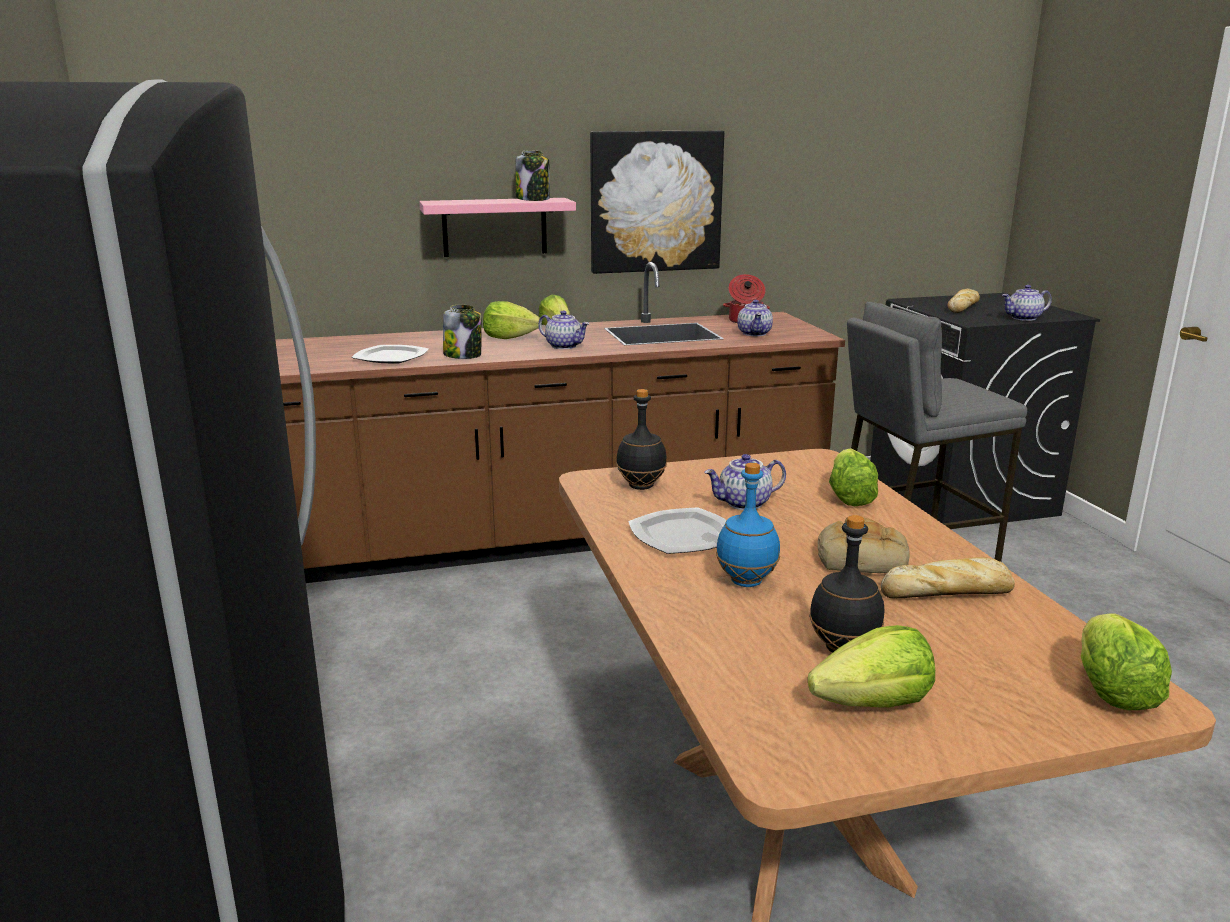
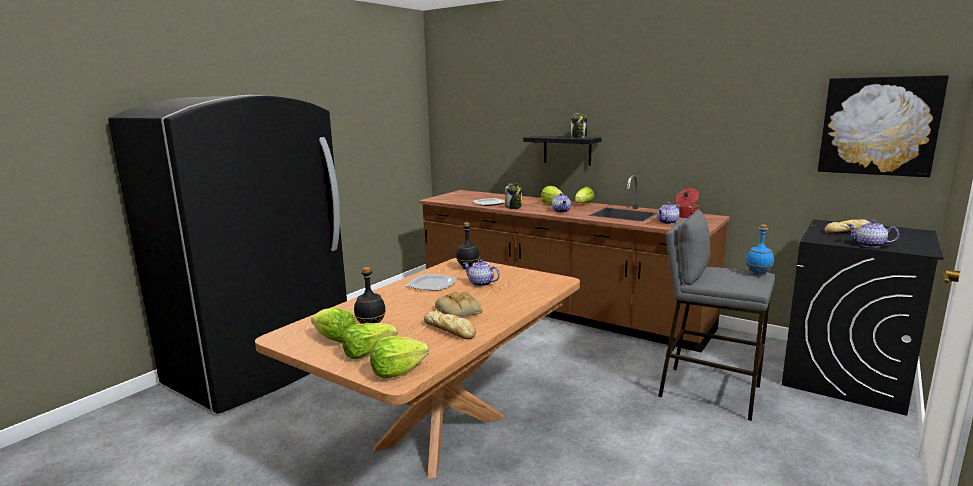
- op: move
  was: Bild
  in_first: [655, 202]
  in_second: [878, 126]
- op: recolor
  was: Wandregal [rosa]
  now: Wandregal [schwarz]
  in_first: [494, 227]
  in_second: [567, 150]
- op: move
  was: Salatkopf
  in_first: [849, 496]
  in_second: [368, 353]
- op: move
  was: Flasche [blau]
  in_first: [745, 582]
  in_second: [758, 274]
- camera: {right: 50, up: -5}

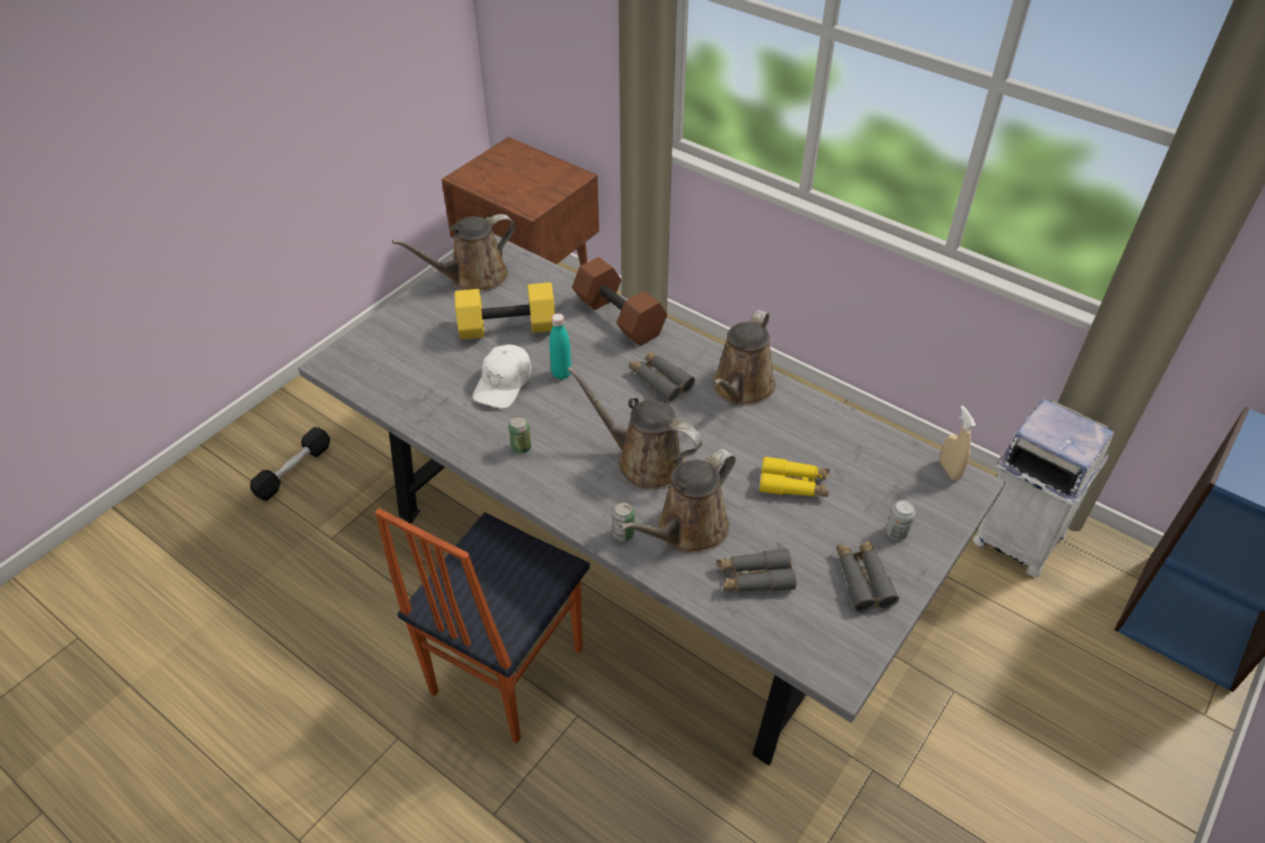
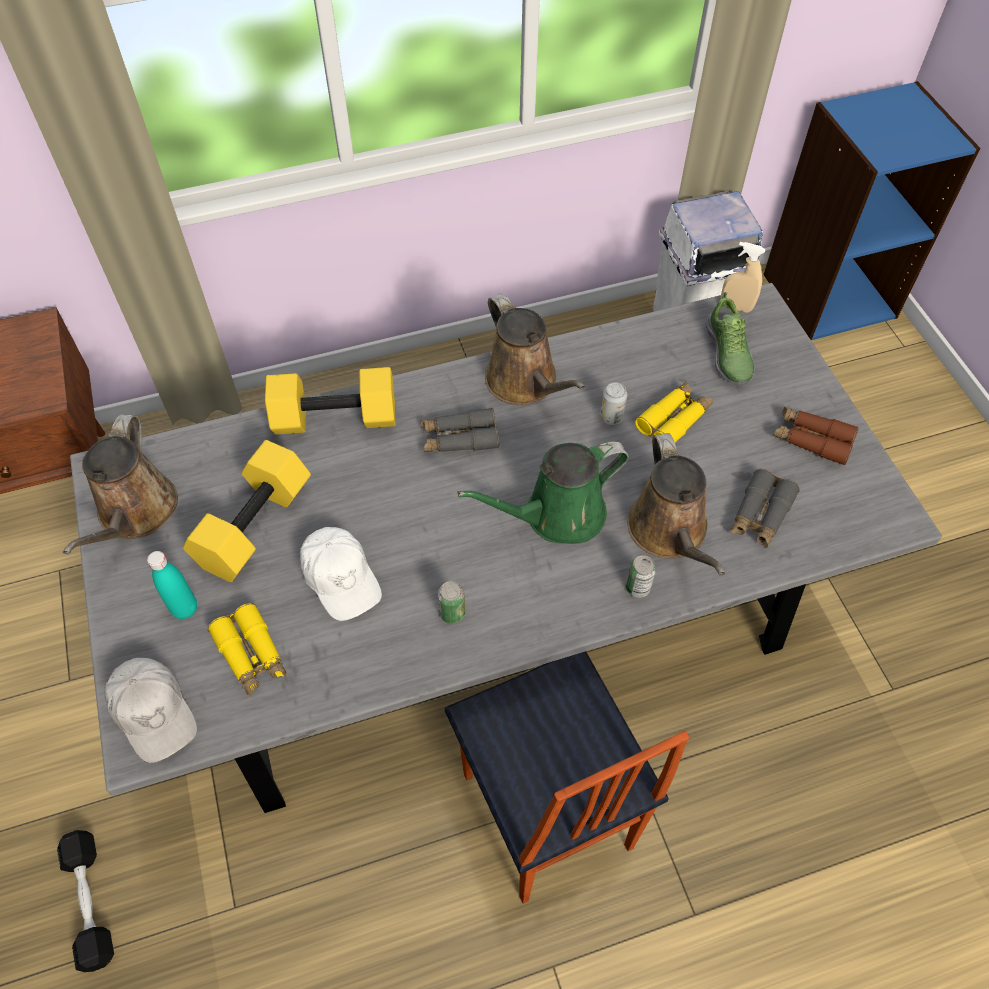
- op: recolor
  was: Hantel [braun]
  now: Hantel [gelb]
  in_first: [621, 317]
  in_second: [337, 416]
- op: move
  was: Flasche [türkis]
  in_first: [561, 374]
  in_second: [184, 608]
- op: recolor
  was: Gießkanne [braun]
  now: Gießkanne [grün]
  in_first: [644, 461]
  in_second: [557, 515]
- op: move
  was: Dose
  in_first: [896, 532]
  in_second: [611, 417]
- op: recolor
  was: Fernglas [grau]
  now: Fernglas [braun]
  in_first: [863, 579]
  in_second: [811, 440]
- op: insert
  now: Schuh
  in_second: [728, 354]
- op: insert
  now: Fernglas [gelb]
  in_second: [251, 655]
- op: insert
  now: Kappe [weiß]
  in_second: [154, 712]
- camera: {right: -55, up: 10}

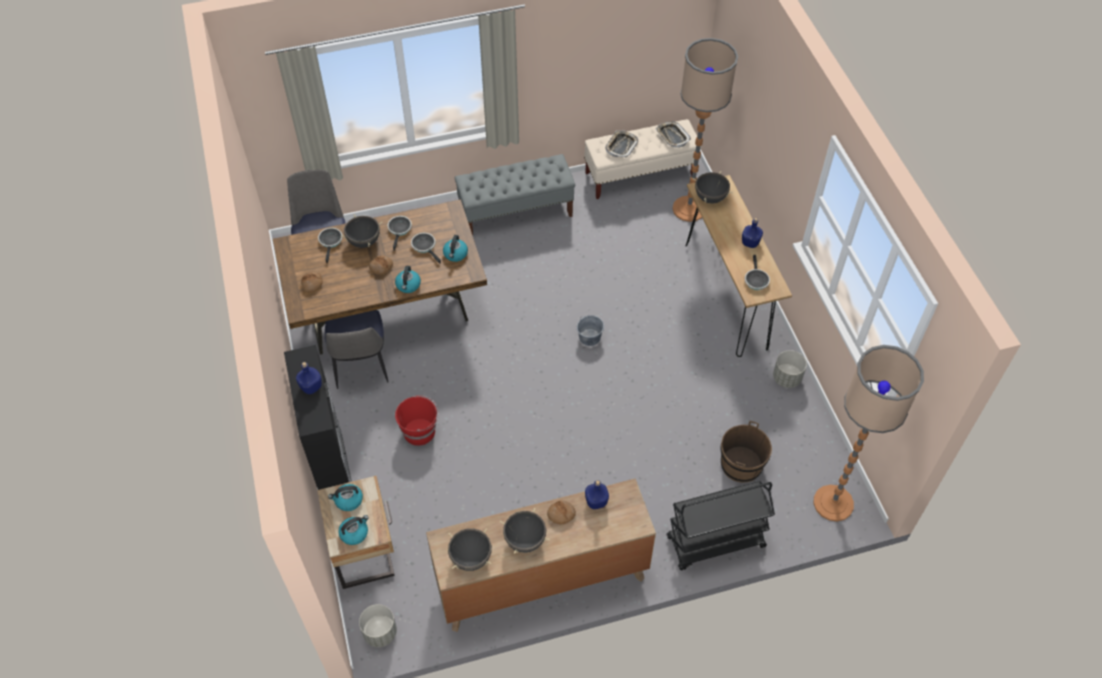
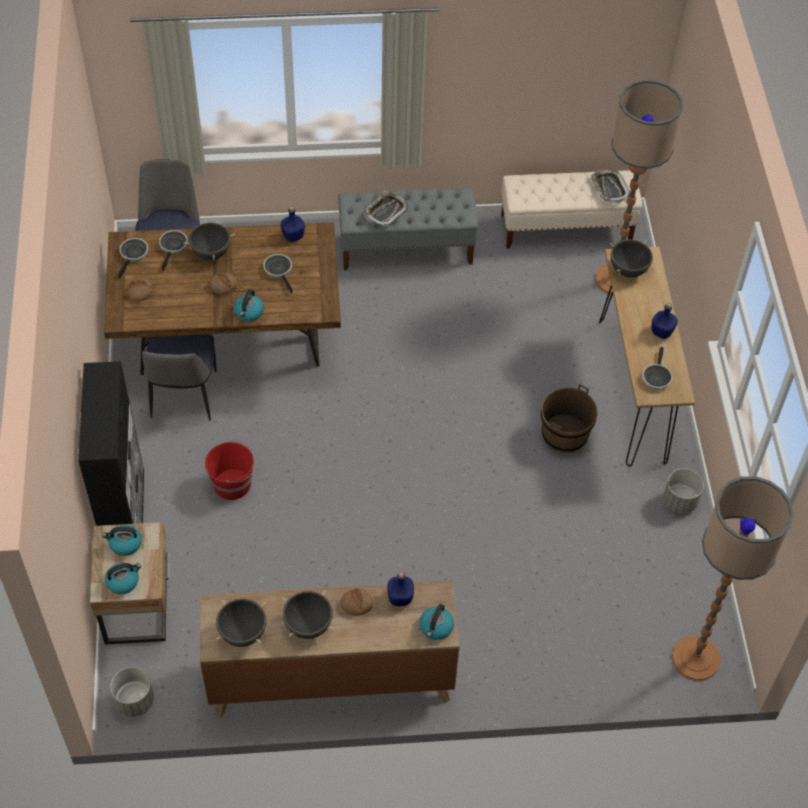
- op: move
  was: Tablett
  in_first: [621, 146]
  in_second: [385, 211]
- op: move
  was: Pfanne
  in_first: [400, 230]
  in_second: [133, 255]
- op: move
  was: Wasserkessel
  in_first: [455, 254]
  in_second: [436, 627]
- op: delete
  was: Eimer [grau]
  in_first: [590, 337]
- op: move
  was: Flasche [blau]
  in_first: [311, 387]
  in_second: [292, 236]
- op: move
  was: Eimer [braun]
  in_first: [741, 465]
  in_second: [565, 434]
- op: delete
  was: Rollwagen [schwarz]
  in_first: [715, 543]
- camera: {right: 10, up: 0}

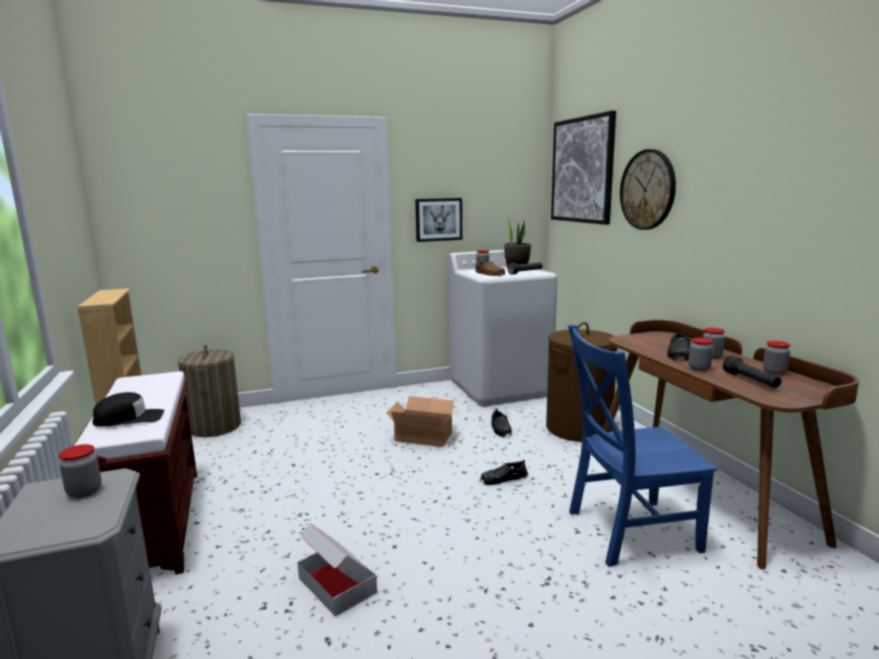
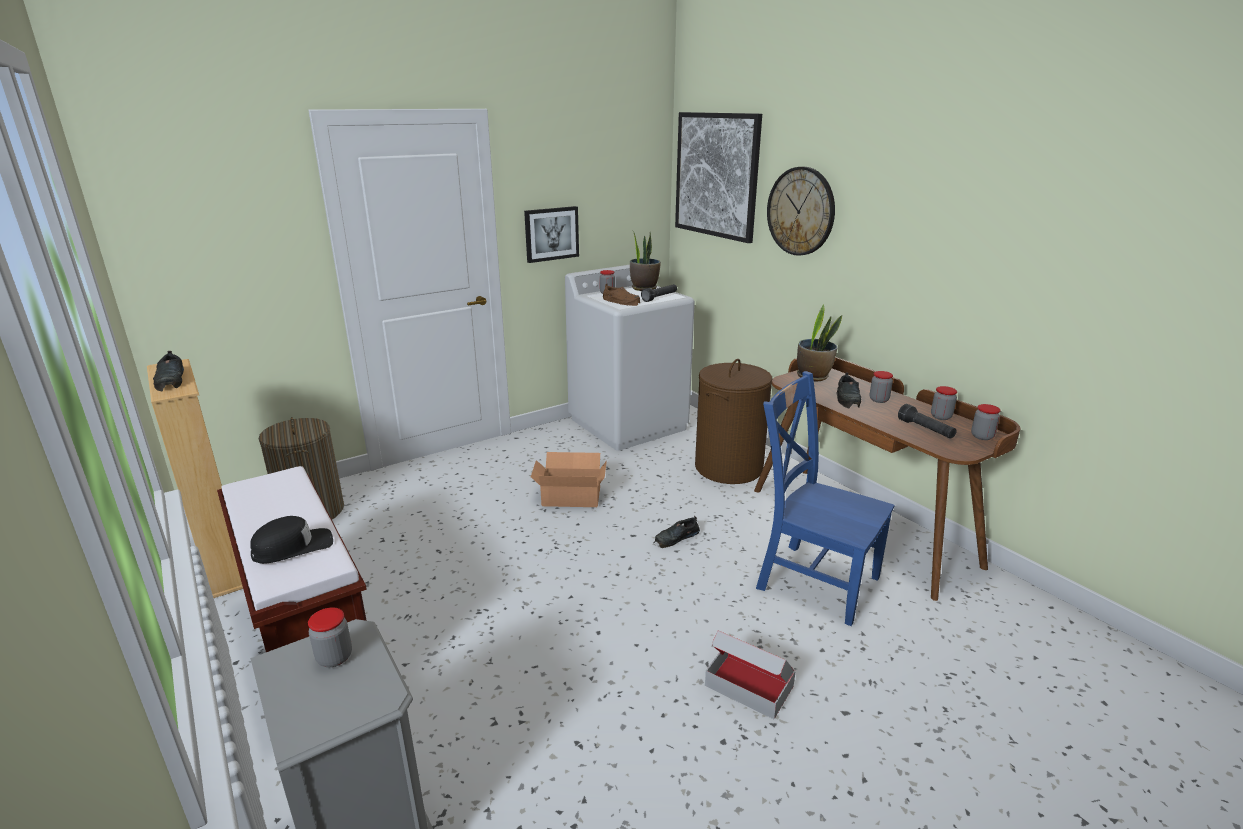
- op: rotate
  was: Stuhl [blau]
  in_first: [627, 531]
  in_second: [813, 580]
  clockwise: 60
- op: move
  was: Vorratsglas
  in_first: [699, 368]
  in_second: [982, 436]
- op: move
  was: Schuh [schwarz]
  in_first: [501, 429]
  in_second: [171, 380]
- op: move
  was: Karton
  in_first: [337, 585]
  in_second: [749, 686]
- op: insert
  now: Topfpflanze
  in_second: [813, 376]
- camera: {right: -15, up: 10}

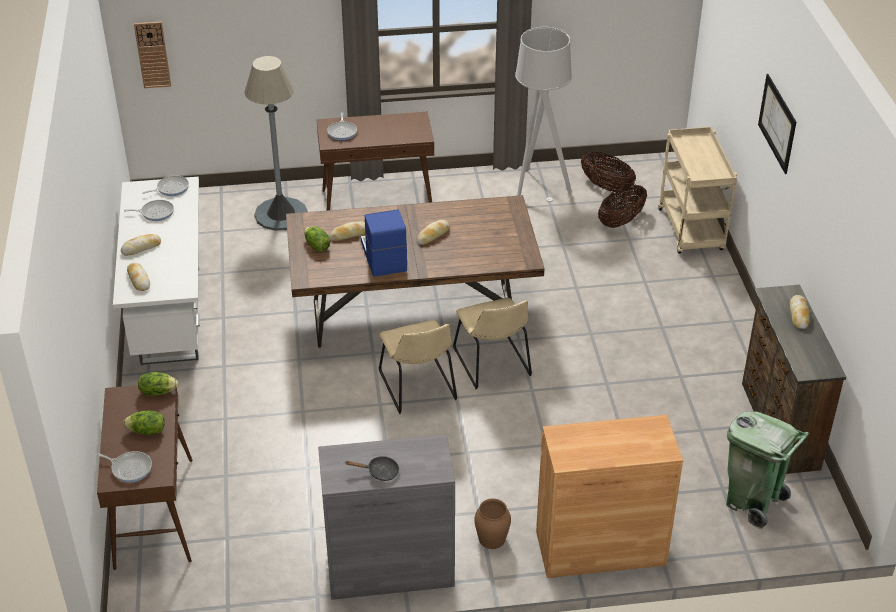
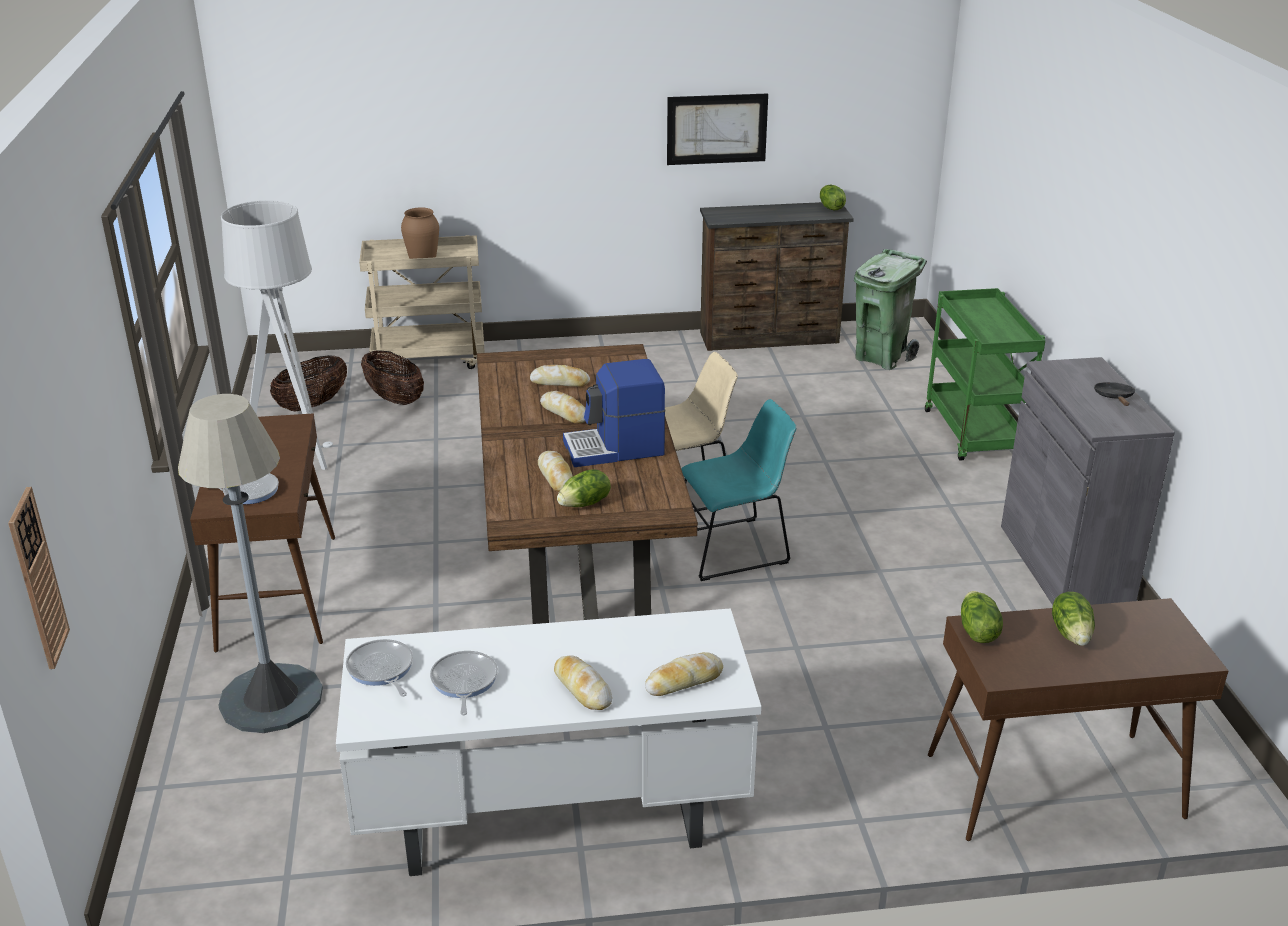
- op: move
  was: Bild
  in_first: [777, 123]
  in_second: [717, 129]
- op: move
  was: Brot
  in_first: [799, 315]
  in_second: [560, 382]
- op: recolor
  was: Stuhl [beige]
  now: Stuhl [türkis]
  in_first: [418, 388]
  in_second: [734, 548]
- op: replace
  was: Schrank [braun]
  now: Rollwagen [grün]
  in_first: [600, 548]
  in_second: [975, 435]
- op: delete
  was: Pfanne
  in_first: [130, 468]
- op: move
  was: Vase [braun]
  in_first: [491, 539]
  in_second: [422, 256]
- op: insert
  now: Salatkopf
  in_second: [830, 208]
- camera: {right: -90, up: -10}

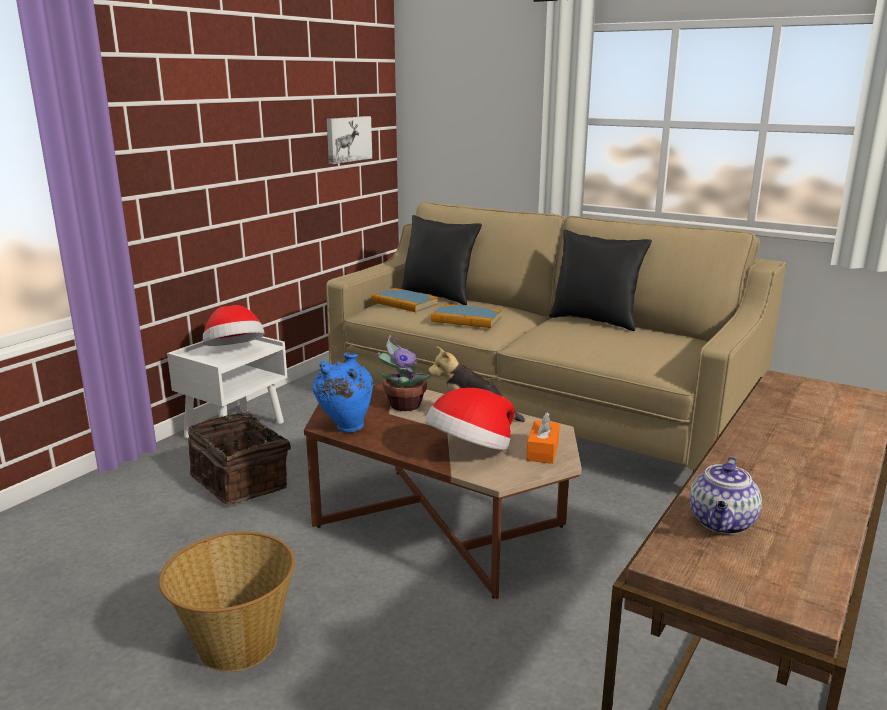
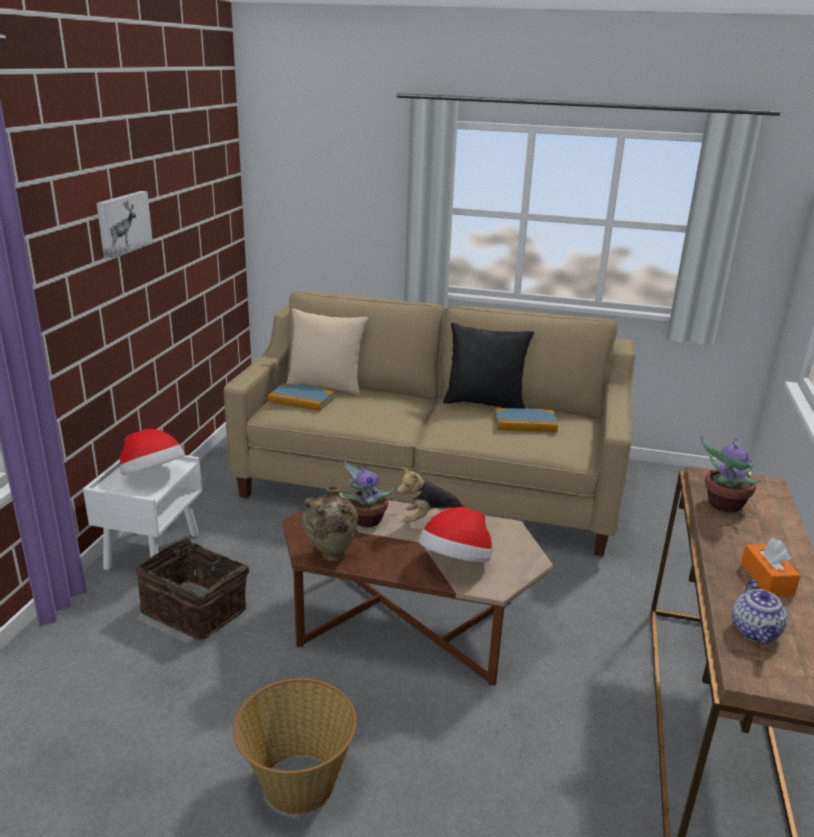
- op: move
  was: Bild
  in_first: [347, 139]
  in_second: [122, 223]
- op: recolor
  was: Kissen [schwarz]
  now: Kissen [beige]
  in_first: [438, 296]
  in_second: [326, 387]
- op: move
  was: Buch
  in_first: [466, 319]
  in_second: [525, 423]
- op: recolor
  was: Vase [blau]
  now: Vase [beige]
  in_first: [345, 428]
  in_second: [330, 555]
- op: move
  was: Taschentuchbox [orange]
  in_first: [542, 451]
  in_second: [766, 579]
- op: insert
  now: Topfpflanze
  in_second: [723, 505]
- camera: {right: -20, up: 5}

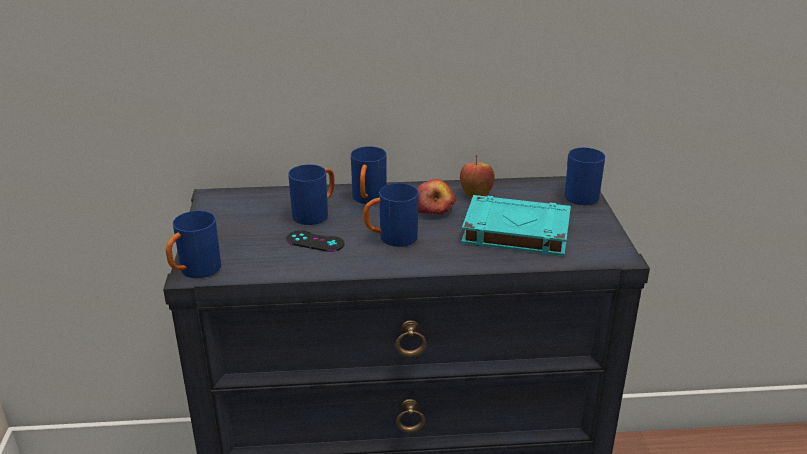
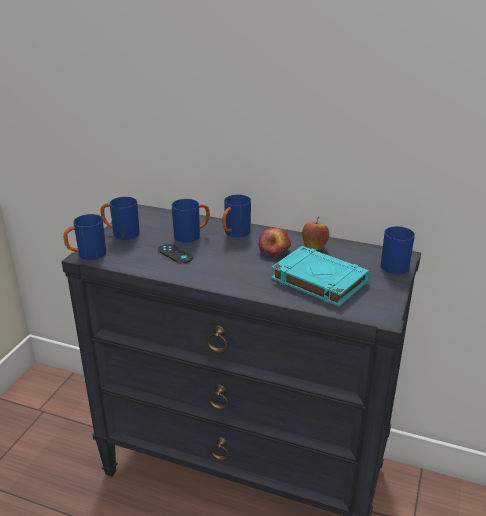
- op: move
  was: Henkelbecher [blau]
  in_first: [391, 239]
  in_second: [121, 234]
- camera: {right: 25, up: 0}

